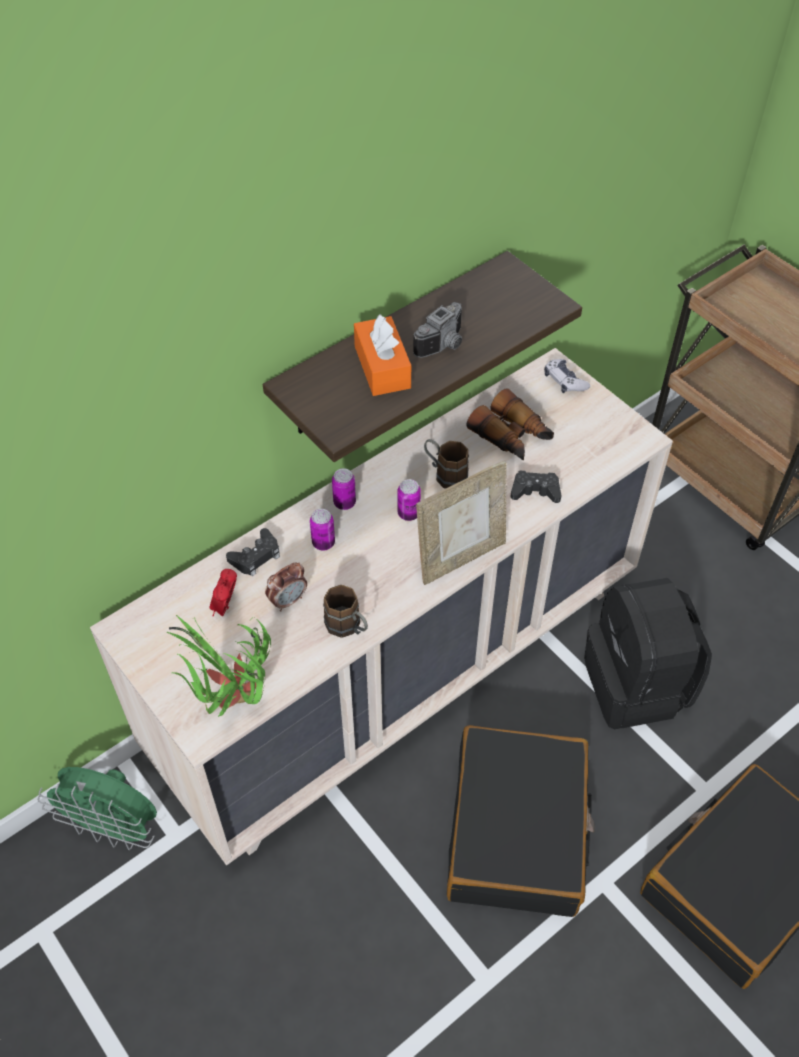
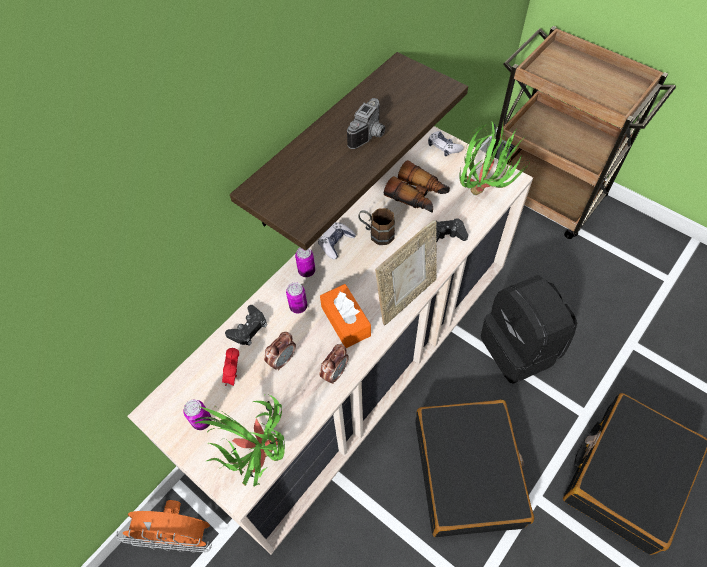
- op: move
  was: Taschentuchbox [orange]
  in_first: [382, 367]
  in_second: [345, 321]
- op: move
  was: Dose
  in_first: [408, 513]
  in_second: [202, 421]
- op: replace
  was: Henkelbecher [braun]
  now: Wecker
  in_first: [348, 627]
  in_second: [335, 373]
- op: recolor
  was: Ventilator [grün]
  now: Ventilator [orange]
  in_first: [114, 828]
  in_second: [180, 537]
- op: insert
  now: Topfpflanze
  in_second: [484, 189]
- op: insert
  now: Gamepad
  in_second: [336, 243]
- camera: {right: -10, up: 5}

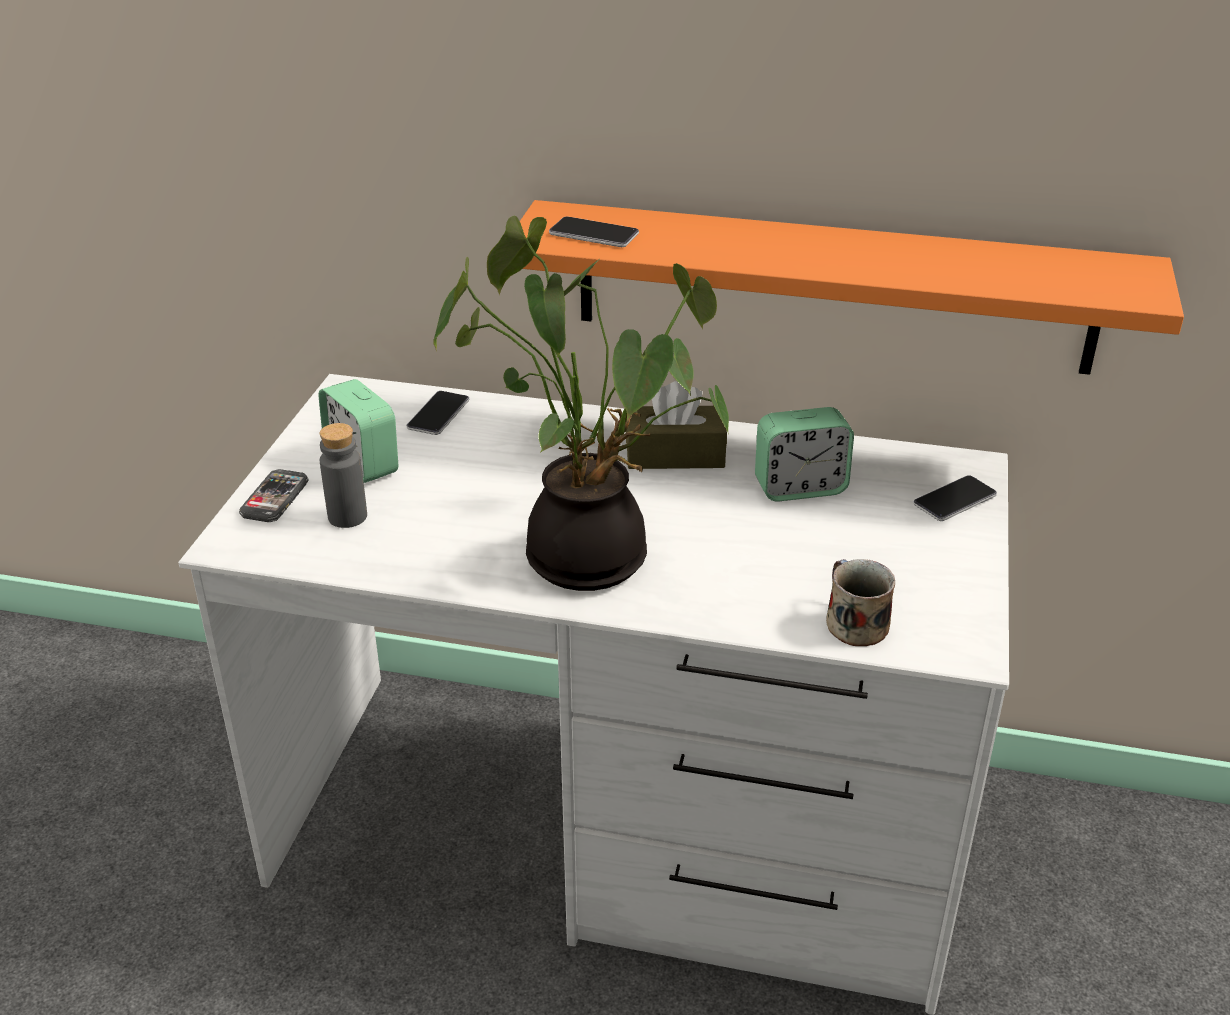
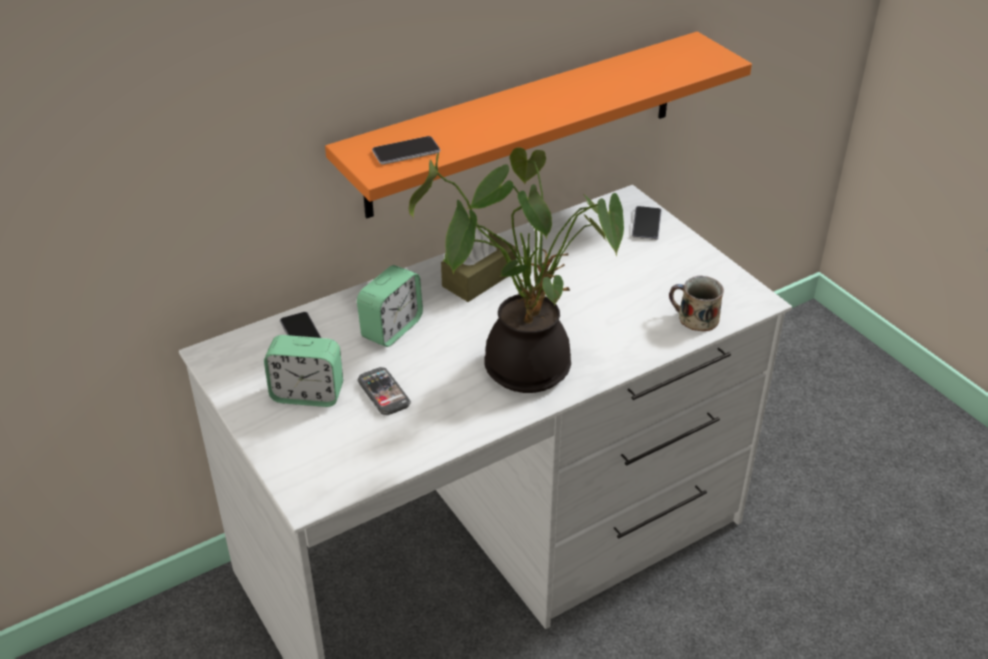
- op: move
  was: Wecker
  in_first: [800, 487]
  in_second: [392, 328]
- op: delete
  was: Flasche [grau]
  in_first: [347, 516]
- op: move
  was: Handy
  in_first: [274, 498]
  in_second: [384, 393]
- camera: {right: -45, up: 5}

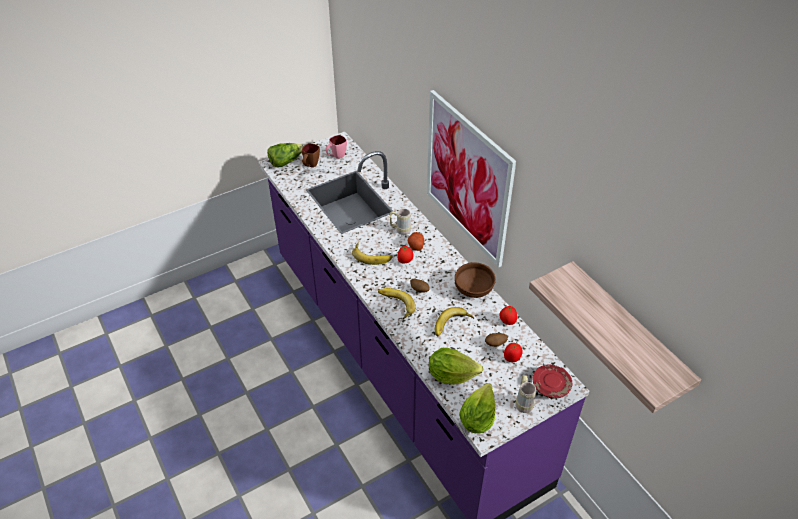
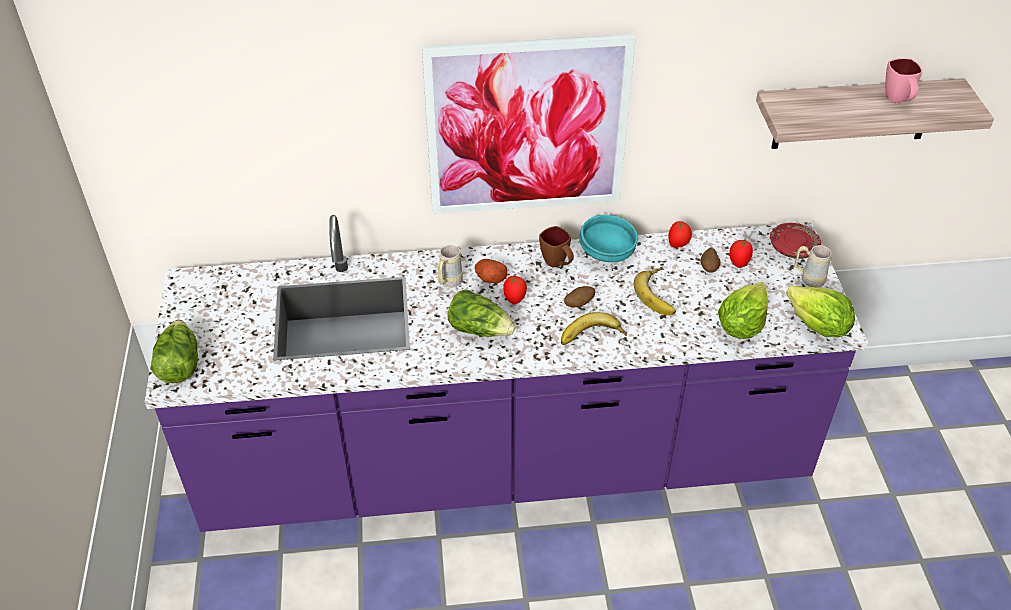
- op: move
  was: Henkelbecher [rosa]
  in_first: [336, 156]
  in_second: [898, 101]
- op: move
  was: Henkelbecher [braun]
  in_first: [310, 166]
  in_second: [557, 264]
- op: replace
  was: Banane
  now: Salatkopf
  in_first: [372, 255]
  in_second: [480, 329]
- op: recolor
  was: Schüssel [braun]
  now: Schüssel [türkis]
  in_first: [473, 290]
  in_second: [608, 254]
- camera: {right: -65, up: 0}

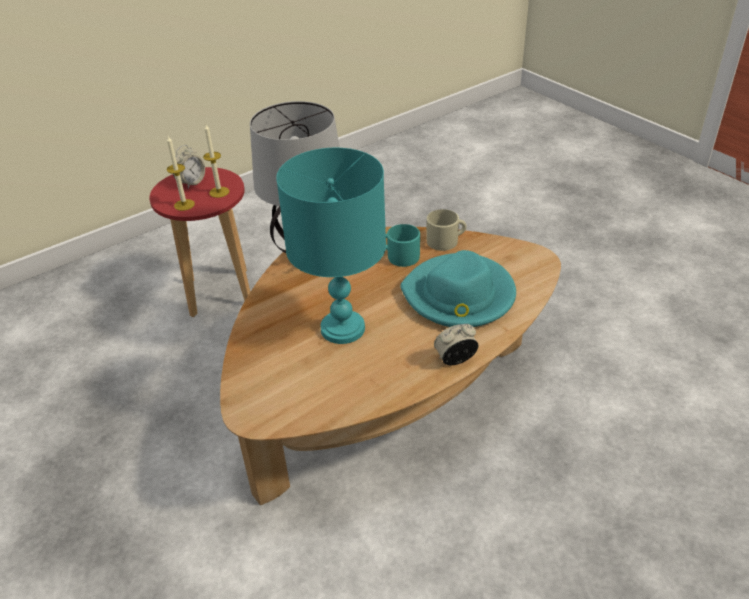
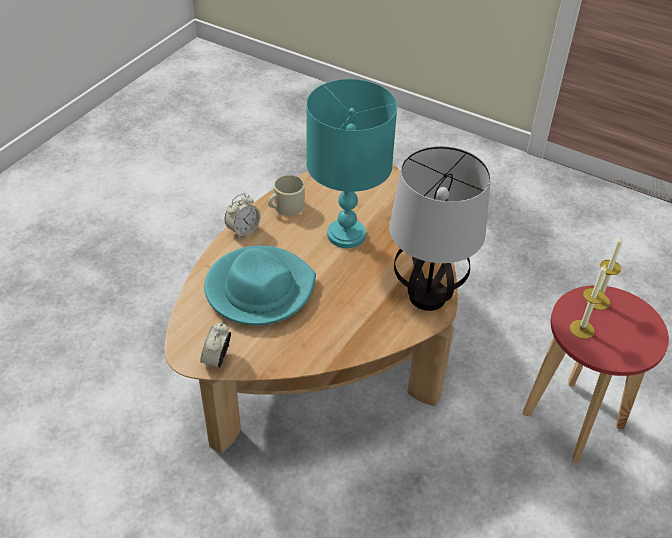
- op: move
  was: Wecker
  in_first: [191, 182]
  in_second: [217, 359]
- op: move
  was: Henkelbecher [beige]
  in_first: [446, 241]
  in_second: [285, 207]
- op: delete
  was: Henkelbecher [türkis]
  in_first: [399, 256]
- camera: {right: 155, up: 5}

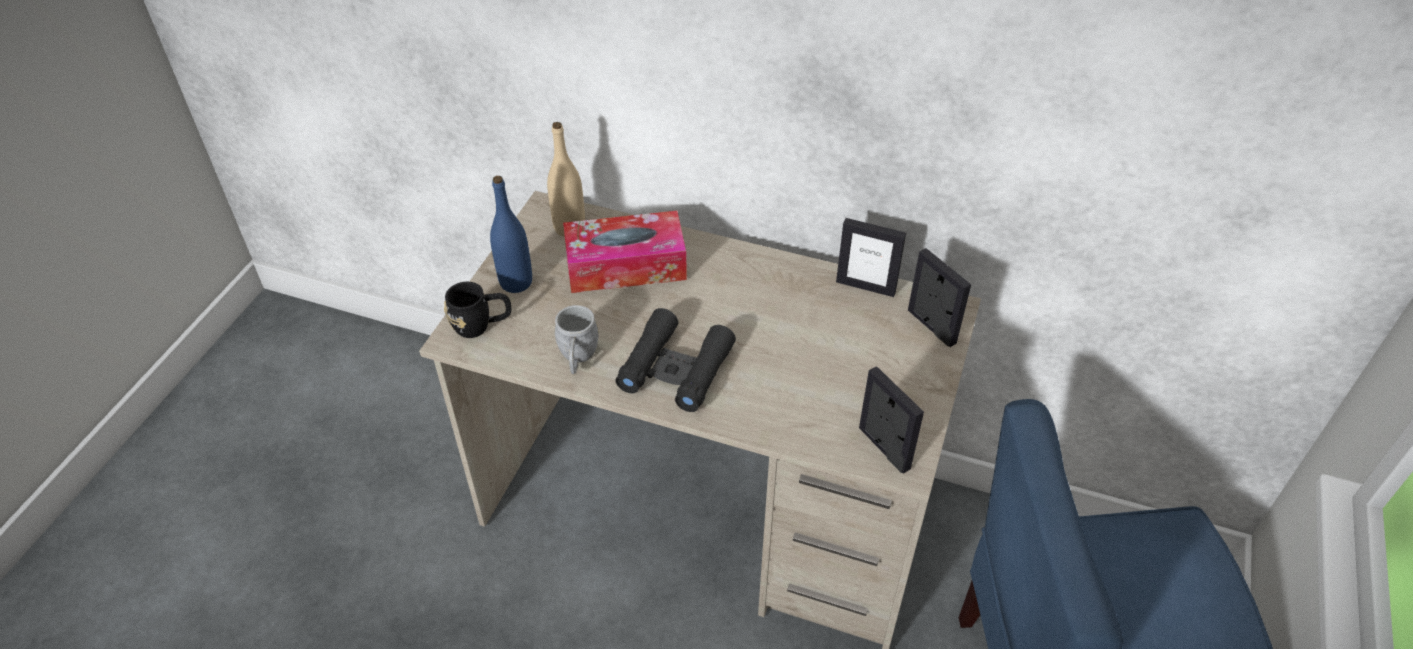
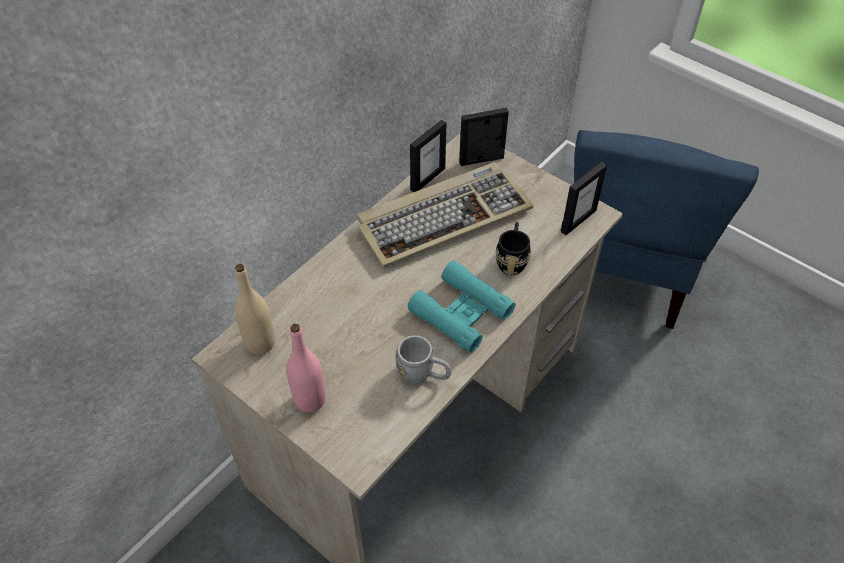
- op: recolor
  was: Flasche [blau]
  now: Flasche [rosa]
  in_first: [516, 282]
  in_second: [310, 400]
- op: delete
  was: Taschentuchbox
  in_first: [626, 265]
- op: move
  was: Henkelbecher [schwarz]
  in_first: [481, 325]
  in_second: [512, 259]
- op: recolor
  was: Fernglas [schwarz]
  now: Fernglas [türkis]
  in_first: [676, 368]
  in_second: [461, 312]
- op: rotate
  was: Bilderrahmen
  in_first: [883, 448]
  in_second: [578, 221]
  clockwise: 150
- op: insert
  now: Tastatur
  in_second: [444, 217]
- camera: {right: -70, up: 5}

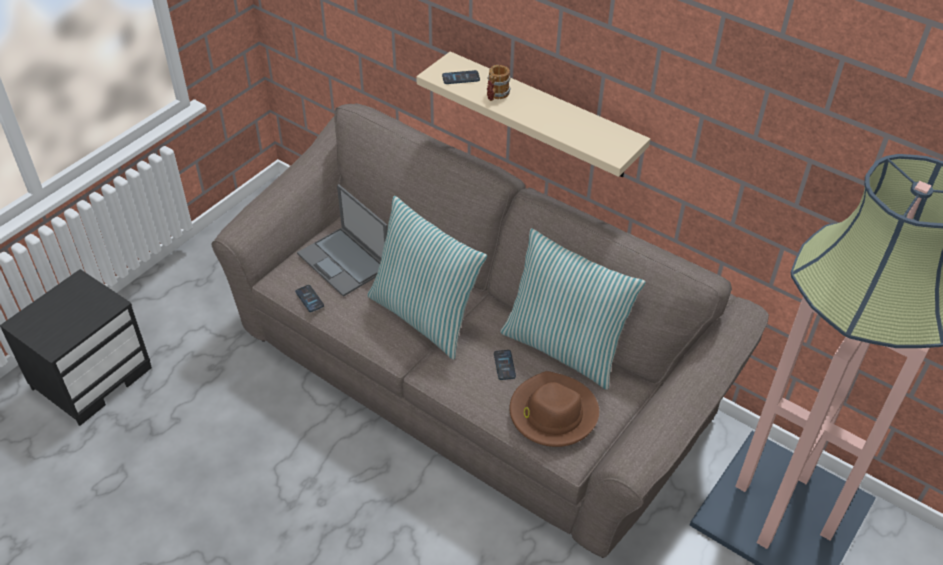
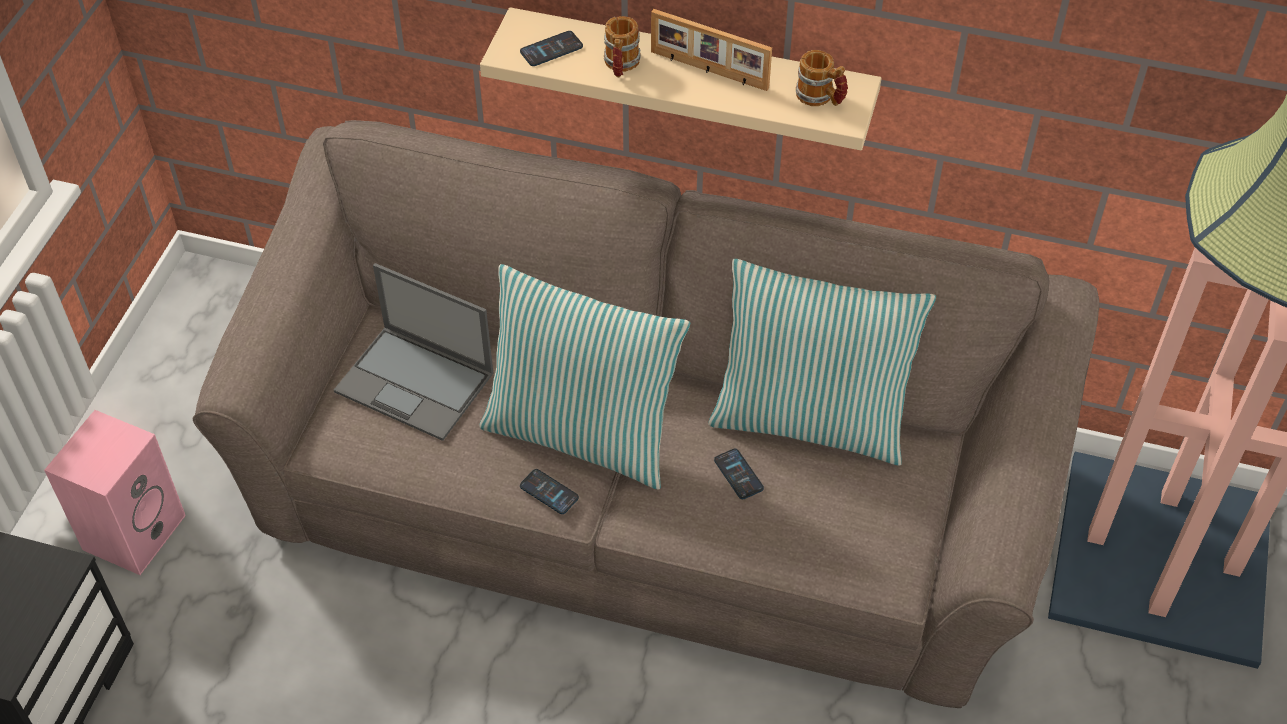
- op: move
  was: Handy
  in_first: [309, 299]
  in_second: [549, 492]
- op: delete
  was: Hut [braun]
  in_first: [552, 413]
- op: insert
  now: Bilderrahmen
  in_second: [708, 71]
- op: insert
  now: Henkelbecher
  in_second: [820, 98]
- op: insert
  now: Lautsprecher [rosa]
  in_second: [134, 530]
- camera: {right: -20, up: 5}

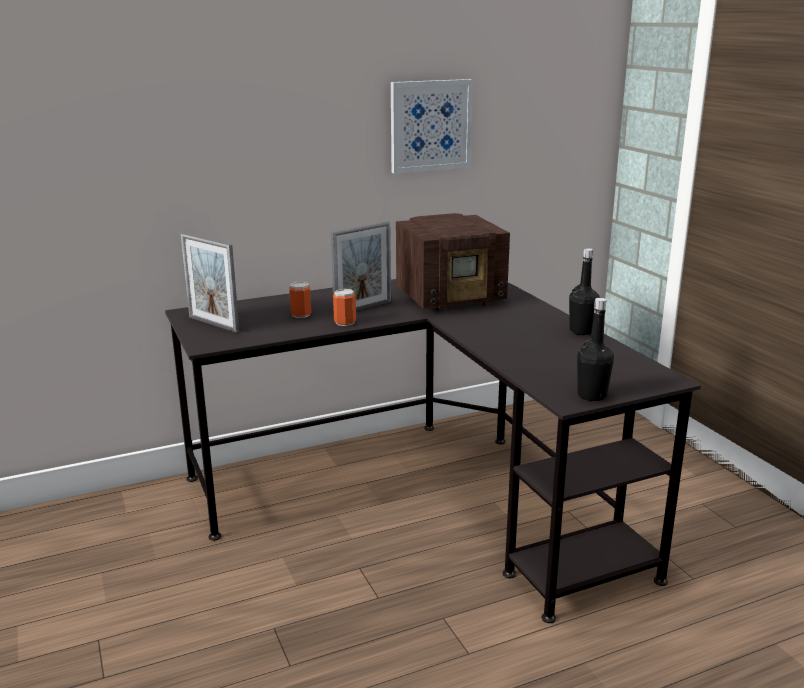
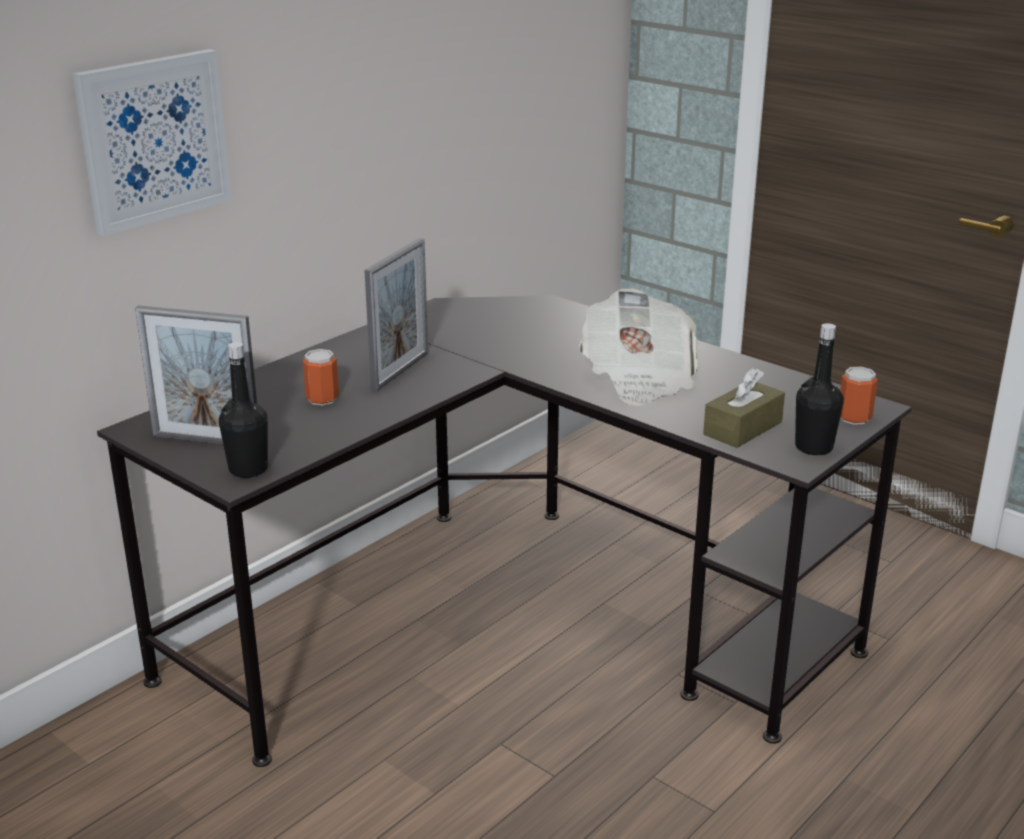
- op: move
  was: Bild
  in_first: [430, 125]
  in_second: [153, 139]
- op: delete
  was: Radio
  in_first: [452, 297]
- op: move
  was: Flasche [schwarz]
  in_first: [581, 331]
  in_second: [248, 469]
- op: move
  was: Dose
  in_first: [345, 322]
  in_second: [854, 418]
- op: insert
  now: Zeitung
  in_second: [638, 378]
- op: insert
  now: Taschentuchbox [braun]
  in_second: [742, 428]
- camera: {right: -25, up: 5}

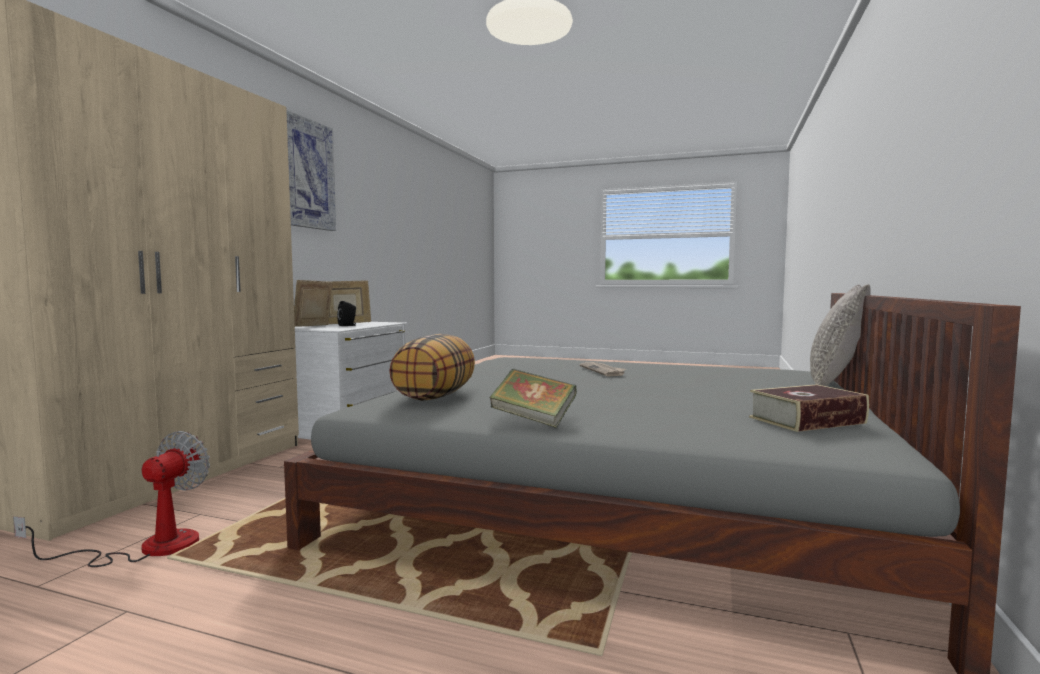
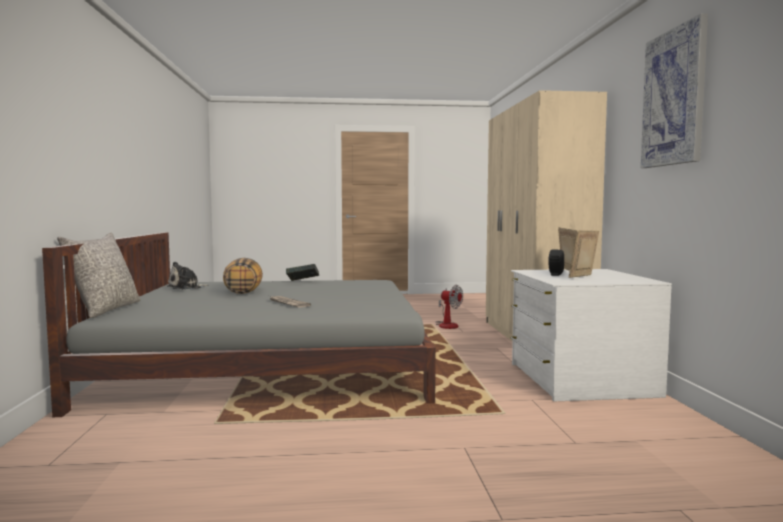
- op: move
  was: Kissen
  in_first: [435, 397]
  in_second: [243, 292]
- op: replace
  was: Buch
  now: Plüschtier
  in_first: [807, 420]
  in_second: [186, 287]
- op: rotate
  was: Ventilator
  in_first: [147, 548]
  in_second: [447, 325]
  clockwise: -45
- camera: {right: 155, up: 0}

